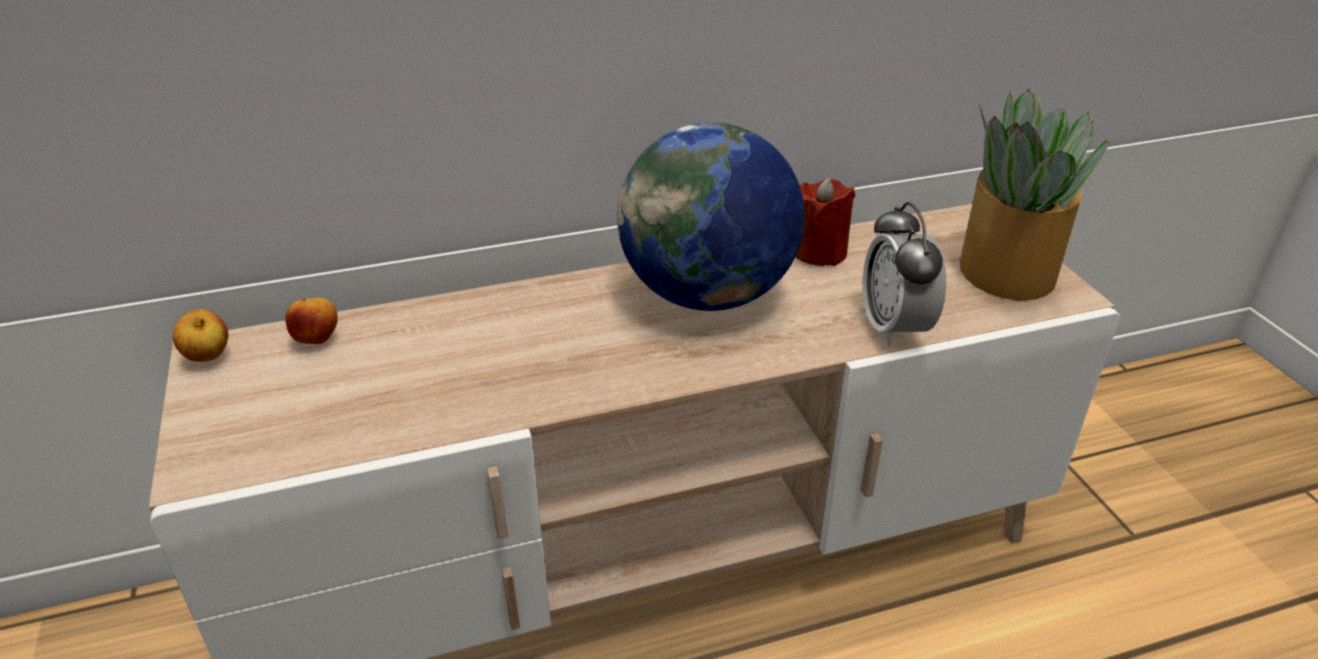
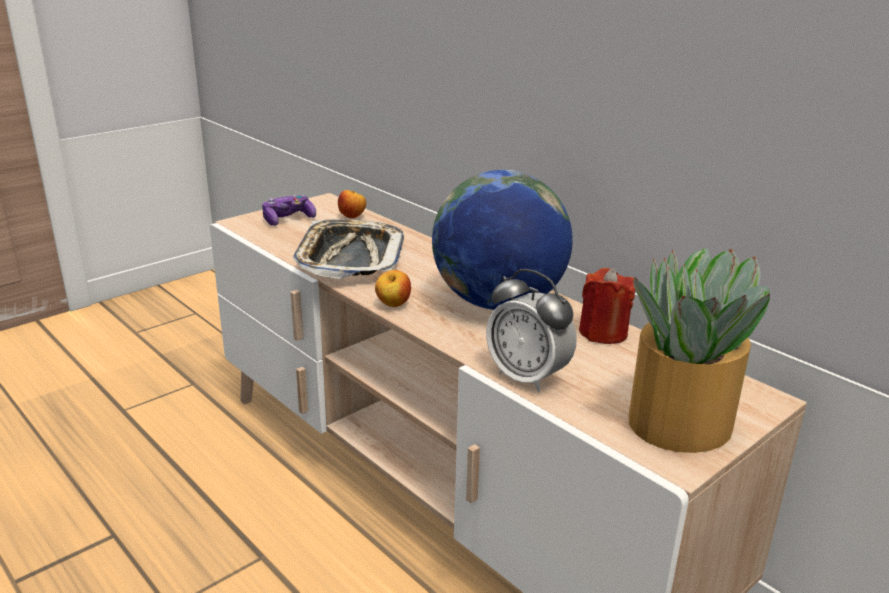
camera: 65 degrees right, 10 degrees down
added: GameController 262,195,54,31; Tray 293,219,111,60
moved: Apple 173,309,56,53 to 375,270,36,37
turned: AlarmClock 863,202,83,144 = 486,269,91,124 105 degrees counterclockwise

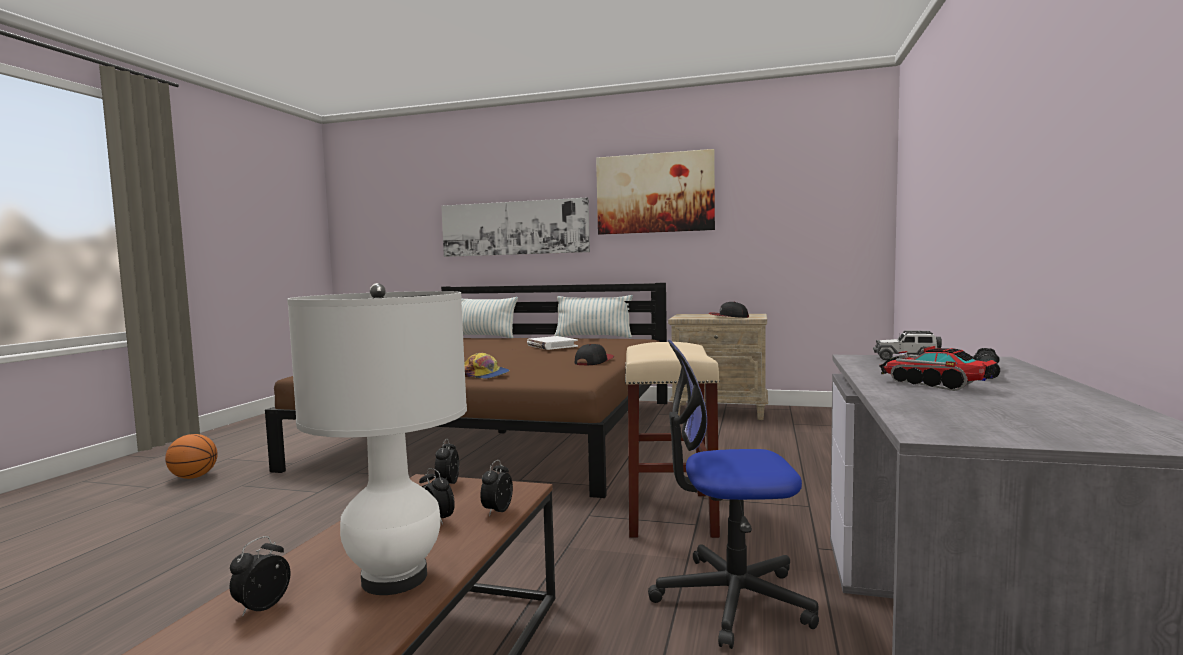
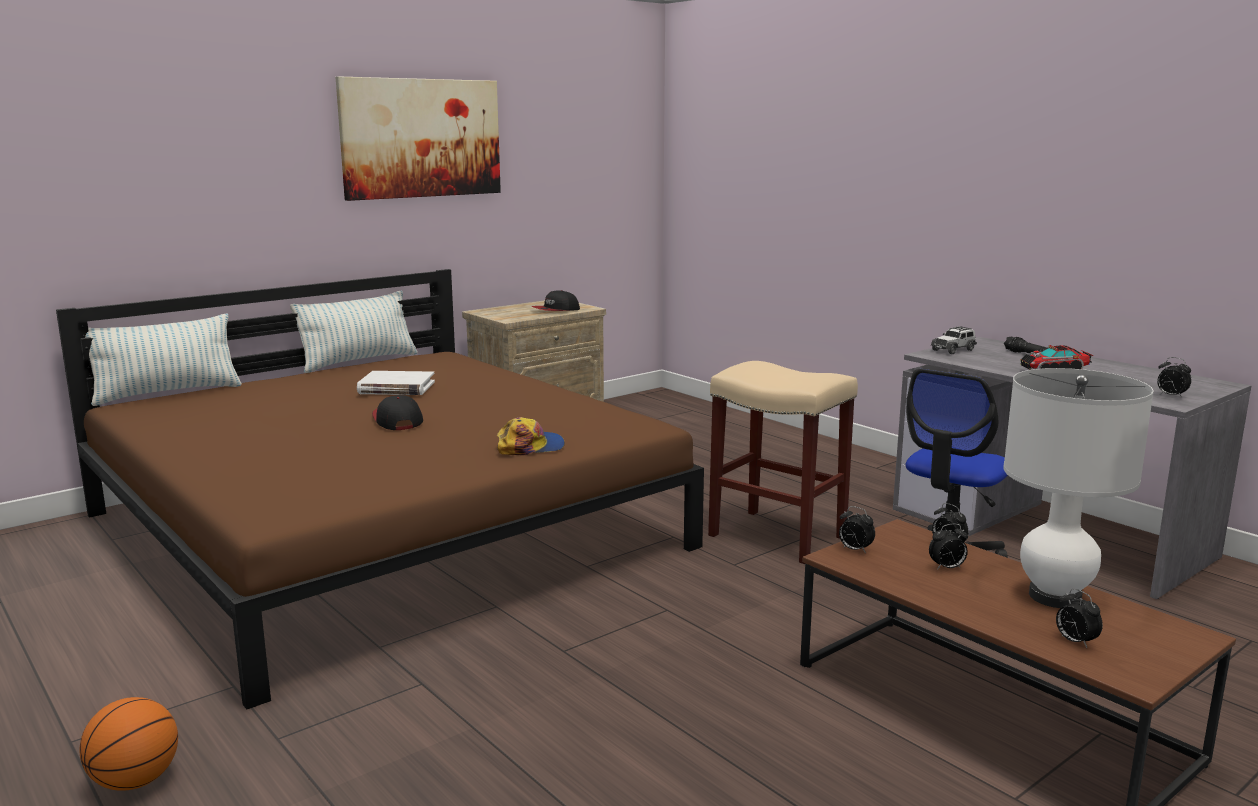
camera: 55 degrees left, 10 degrees up
removed: Picture 441,197,149,60
added: AlarmClock 1157,357,34,41
moved: Cap 575,344,39,21 to 372,395,51,35

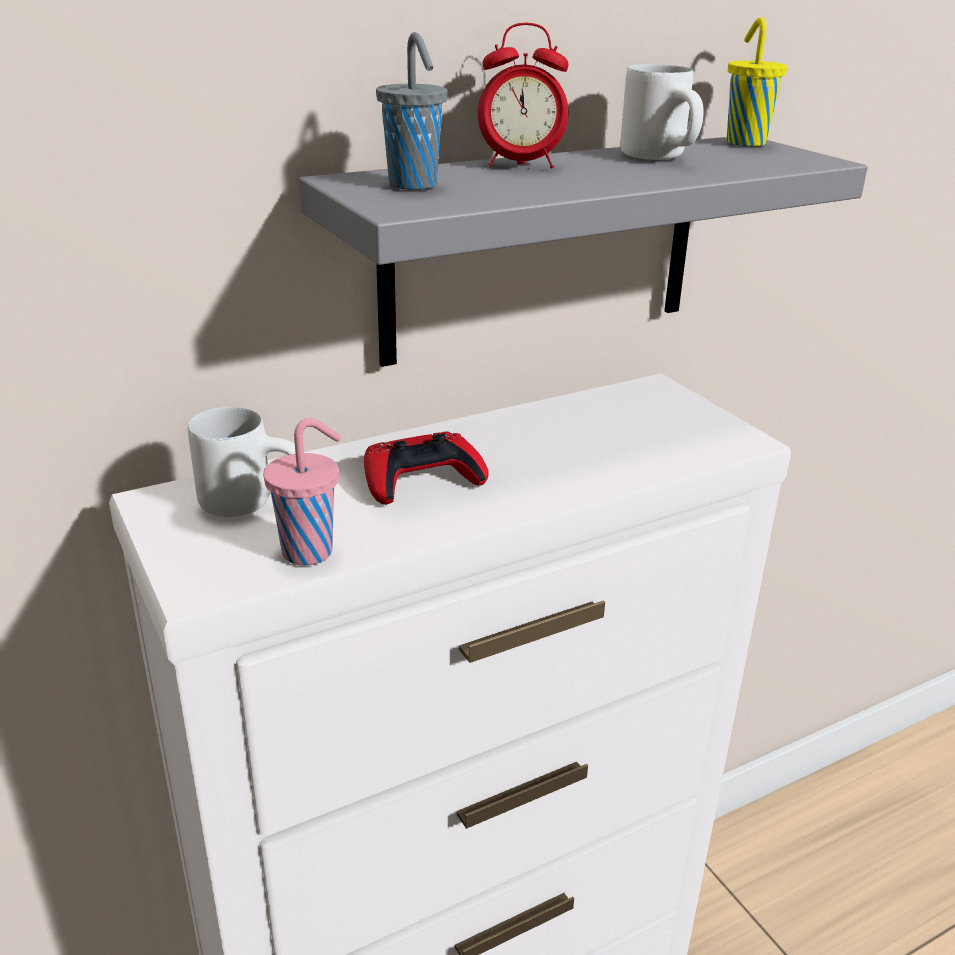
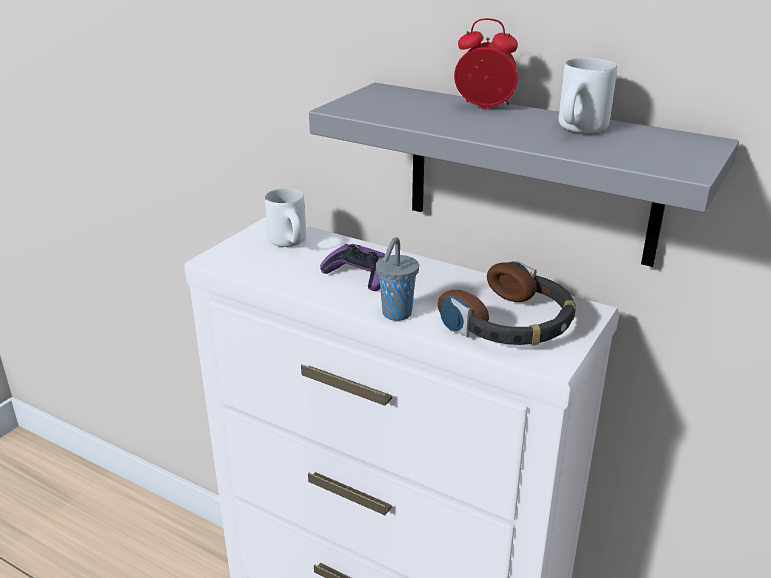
camera: 60 degrees right, 0 degrees up
removed: PinkCup 263,418,78,147; YellowCup 727,17,60,130
added: Headphones 438,261,138,85
moved: GreyCup 376,32,72,158 to 376,237,43,84
recoloured: RedGameController 364,432,125,73 to PurpleGameController 320,244,65,47
turned: AlarmClock 478,23,90,146 = 454,18,64,92 135 degrees clockwise

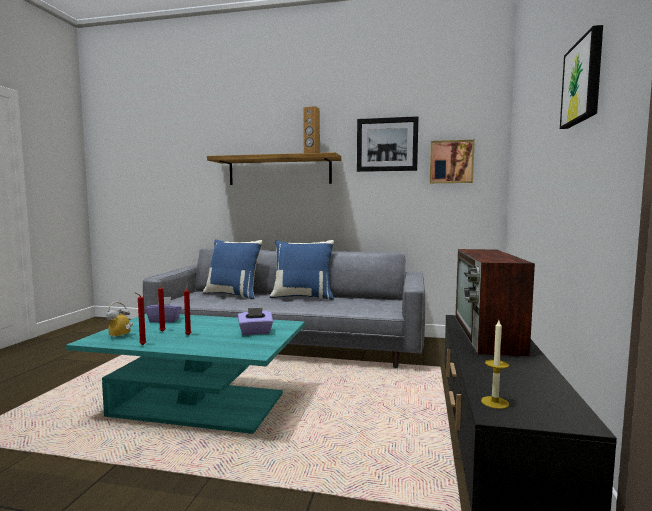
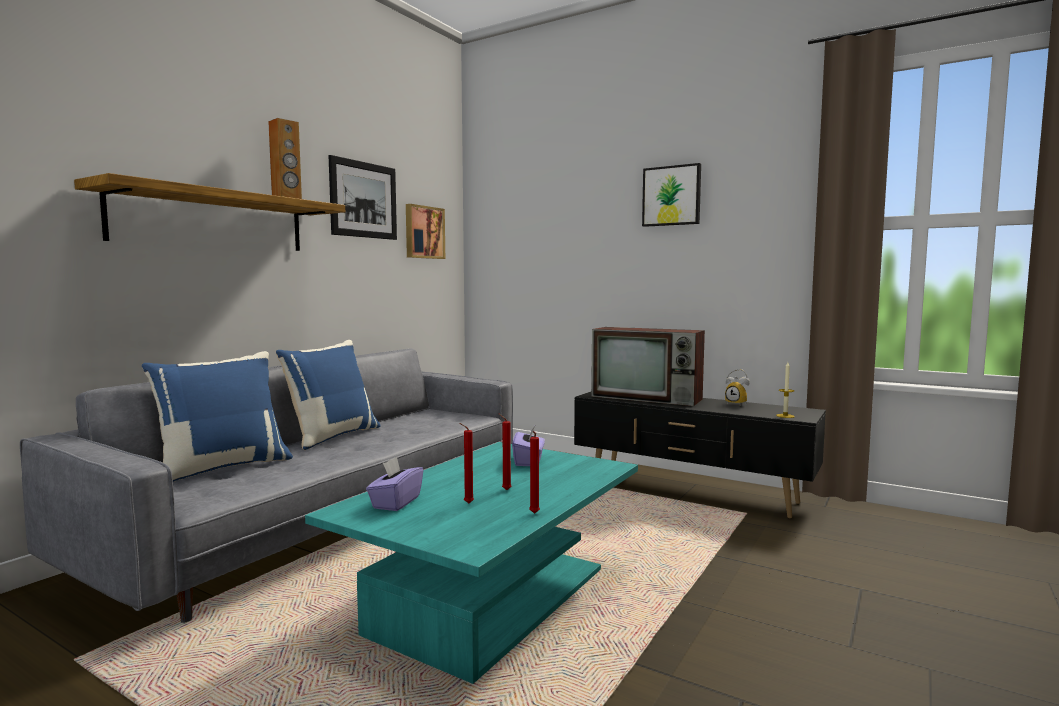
camera: 70 degrees left, 0 degrees up
moved: AlarmClock 106,302,27,38 to 725,369,25,35

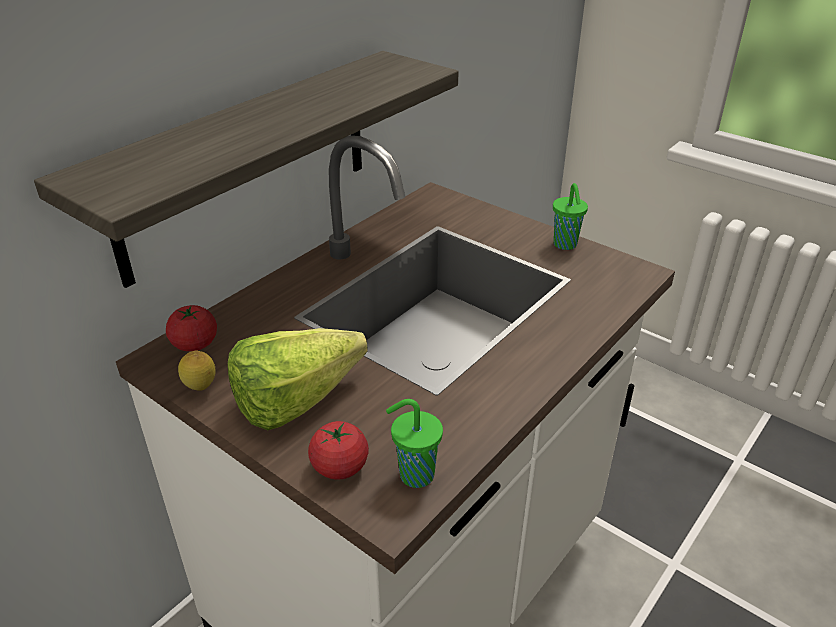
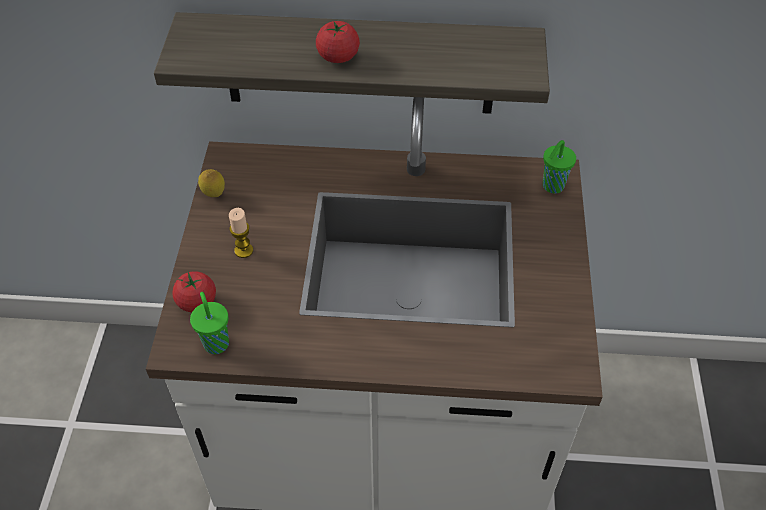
camera: 55 degrees right, 15 degrees up
moved: Tomato 166,305,51,46 to 316,21,44,42; GreenCup 553,183,35,67 to 543,140,33,53
replaced: Lettuce 228,328,140,102 to Candle 229,208,24,50

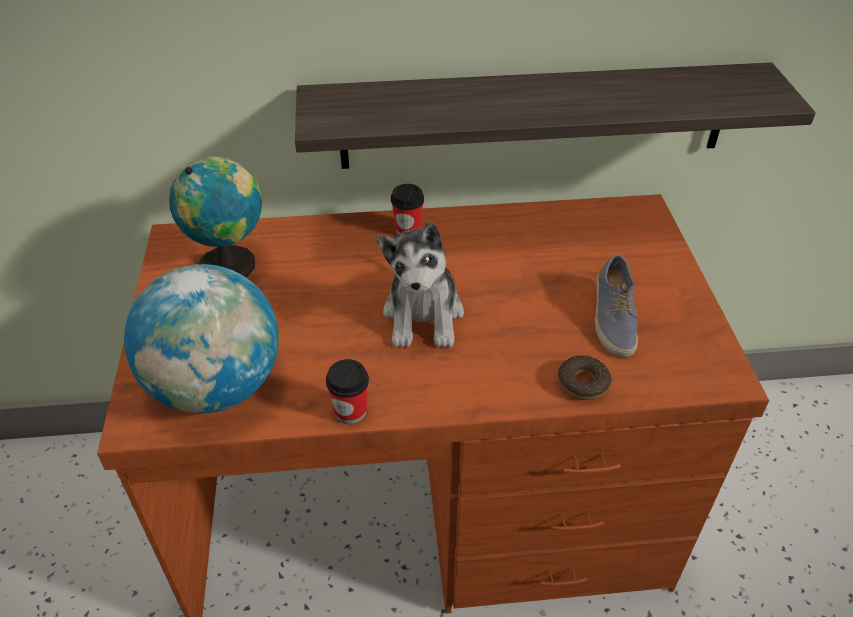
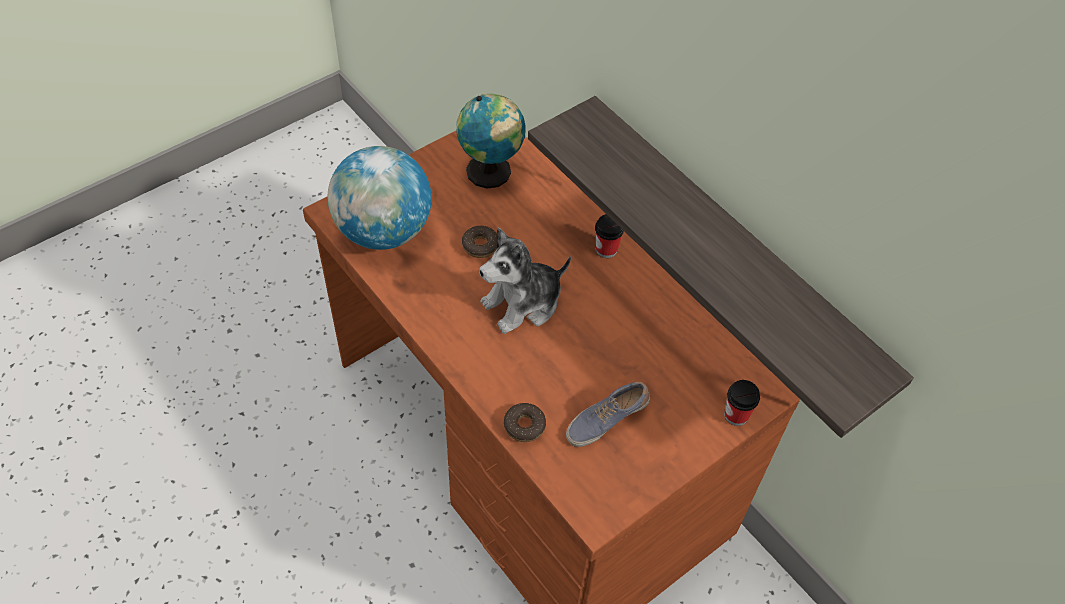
camera: 55 degrees right, 10 degrees up
added: Donut 462,226,35,32
moved: Cup 326,359,43,65 to 724,380,36,46

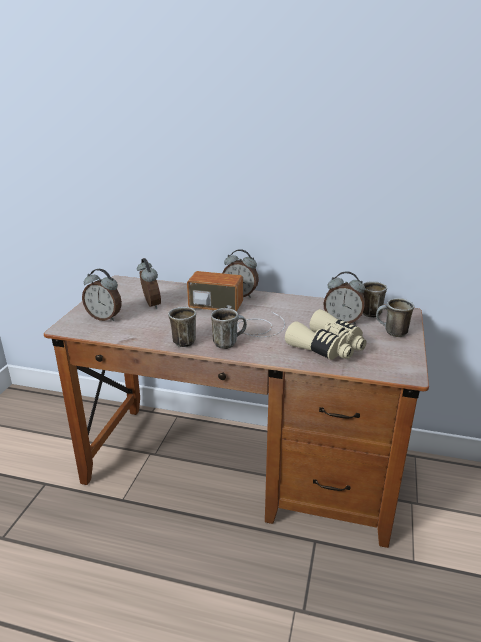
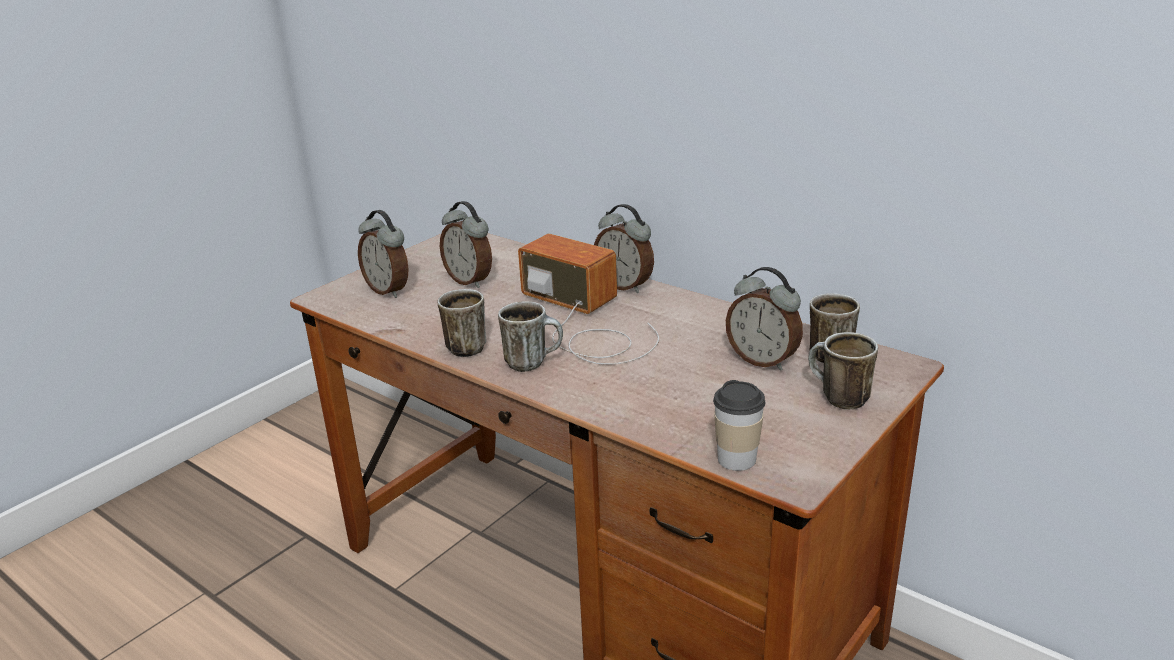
camera: 25 degrees right, 0 degrees up
removed: BeigeBinoculars 285,309,82,51
added: Cup 713,380,52,91
turned: AlarmClock 137,258,24,51 = 440,201,52,87 135 degrees clockwise

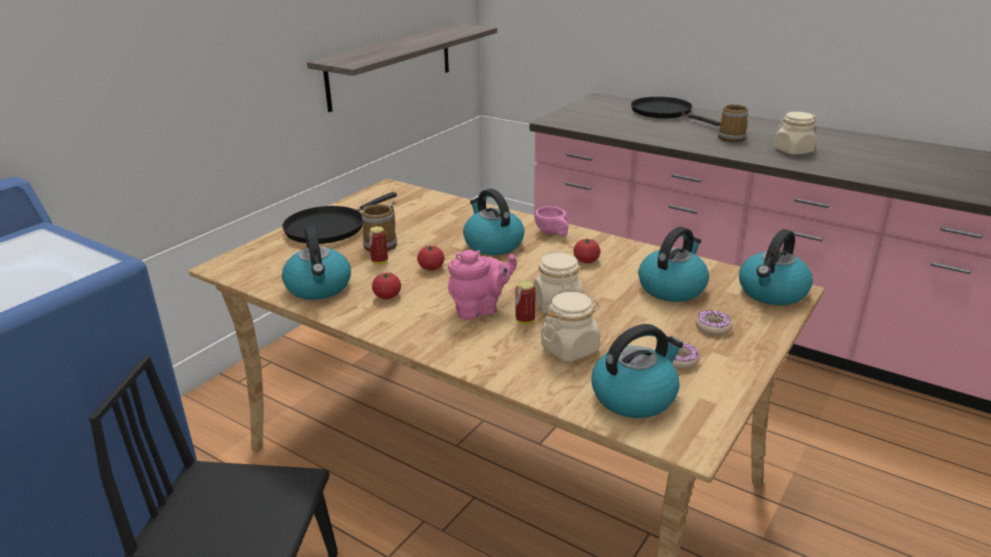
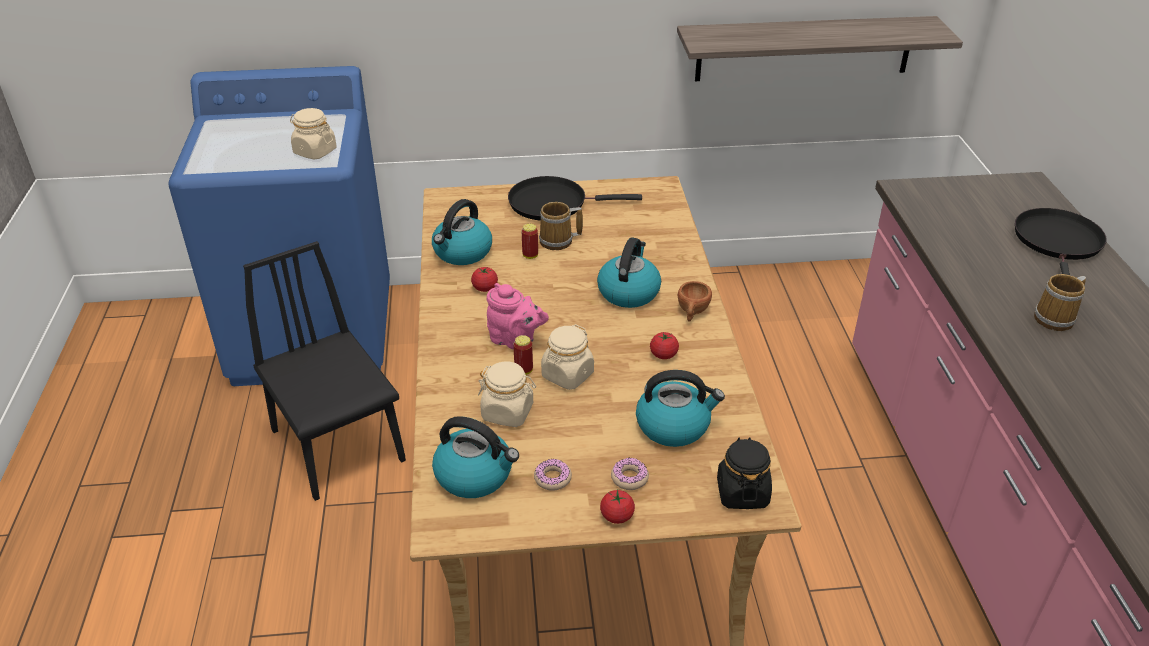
camera: 50 degrees right, 10 degrees up
moved: Tomato 417,245,28,25 to 600,490,35,34; BeigeJar 774,112,42,43 to 290,108,47,51
replaced: Kettle 739,229,74,76 to BlackJar 717,437,55,72
recoloured: PinkCup 534,206,34,30 to BrownCup 678,281,34,41

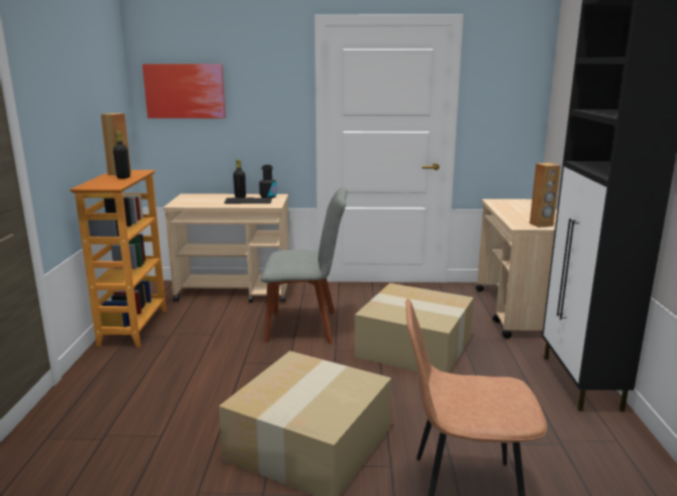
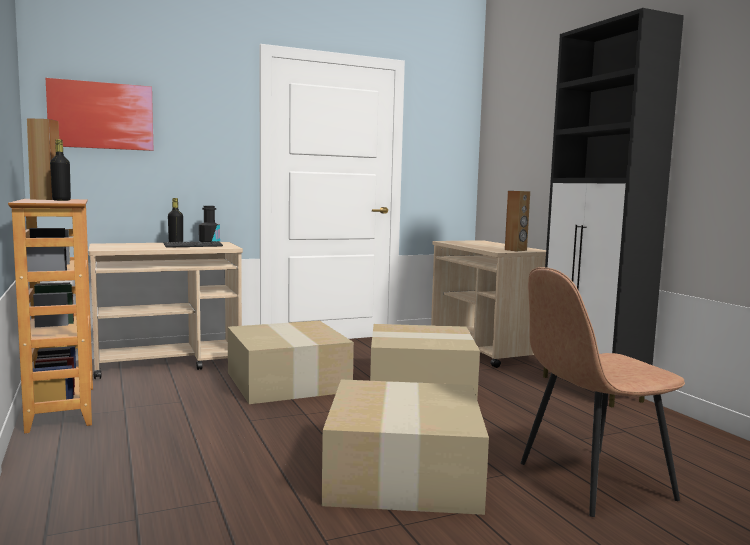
camera: 25 degrees left, 10 degrees down
replaced: GreyChair 260,187,87,157 to CardboardBox 228,321,126,83

